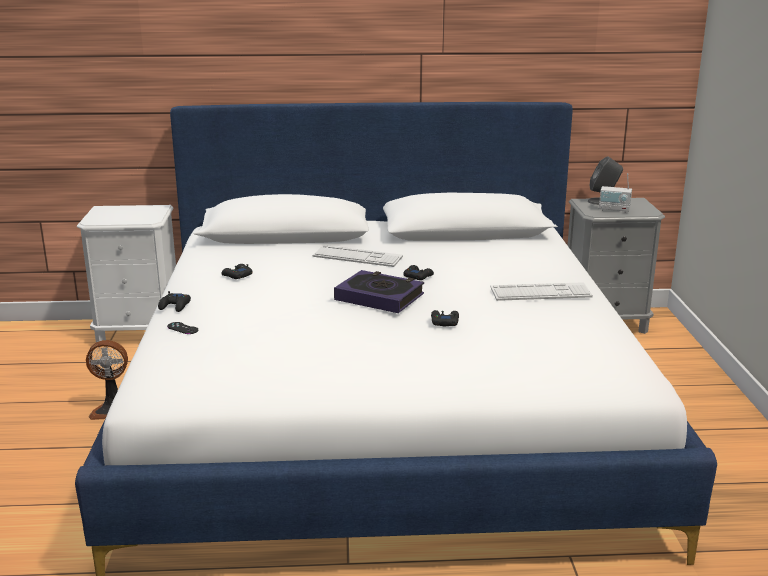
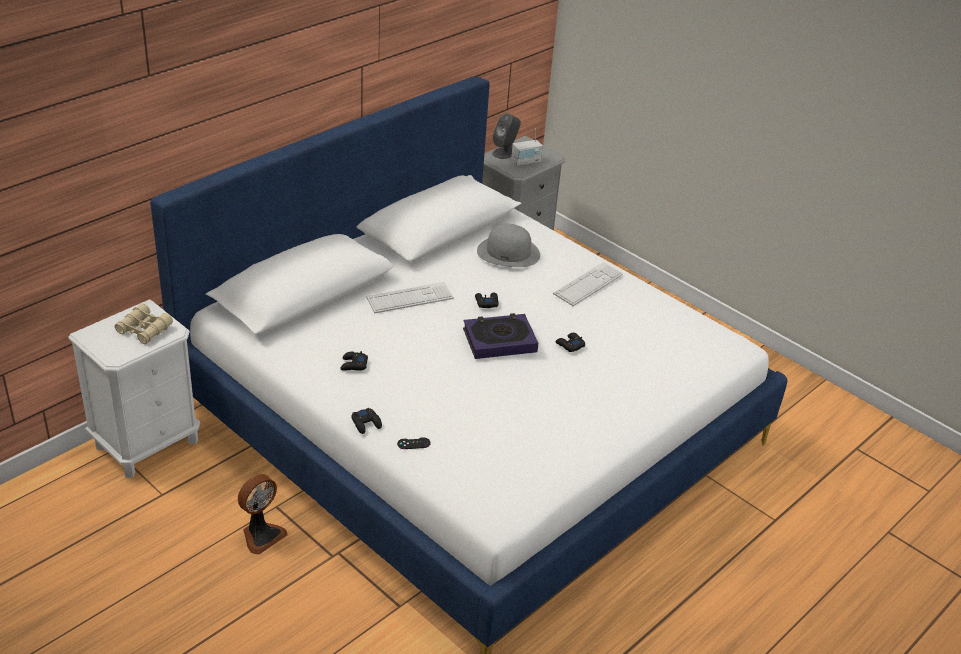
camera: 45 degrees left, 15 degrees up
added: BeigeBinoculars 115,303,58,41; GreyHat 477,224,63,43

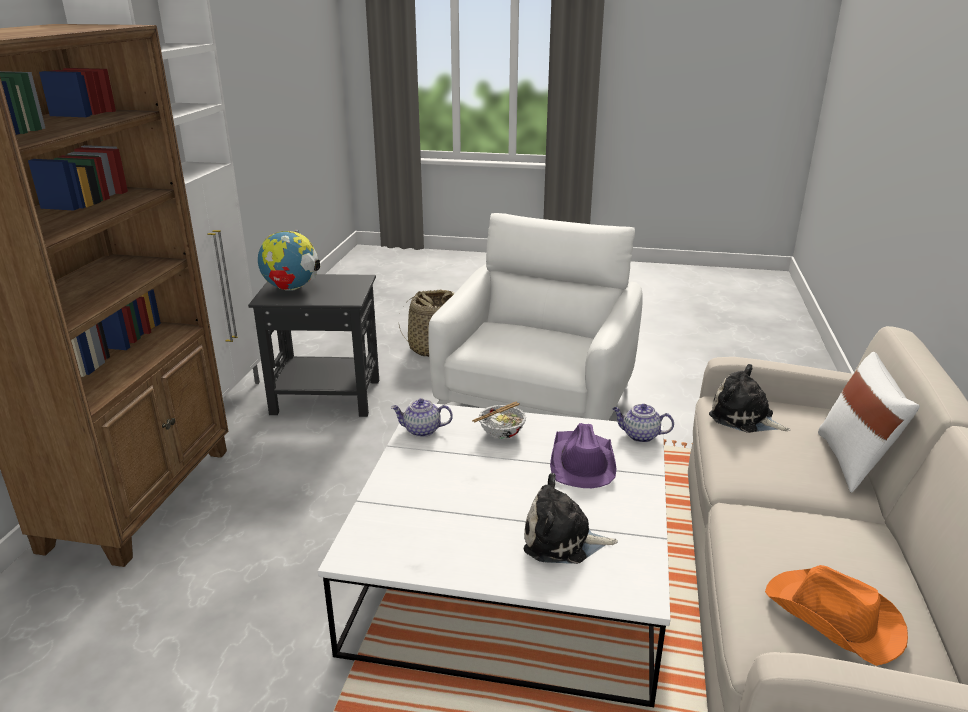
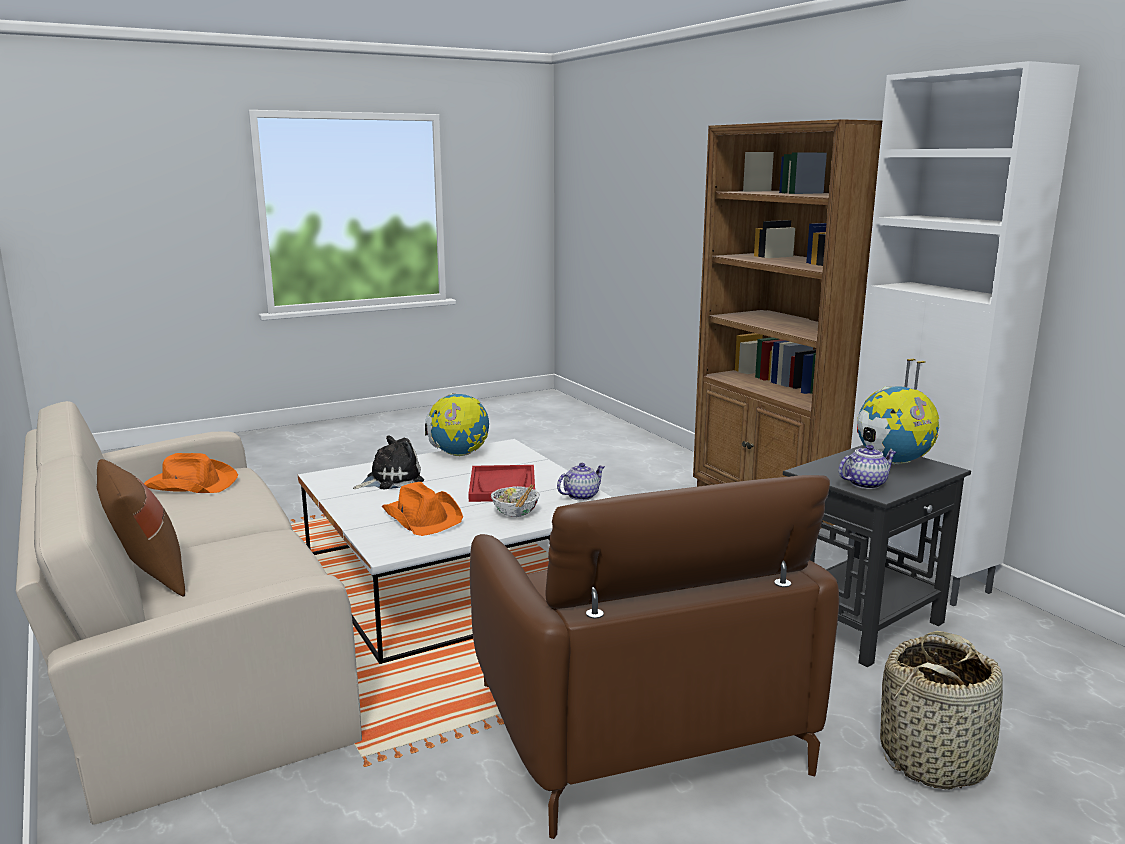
camera: 140 degrees right, 10 degrees down
removed: PlushToy 709,364,82,69
added: Globe 425,393,64,63; RedTray 468,465,67,37
moved: Teapot 612,404,62,39 to 839,445,57,44
recoloured: WhiteArmchair 428,213,215,207 to BrownArmchair 470,475,369,364; PurpleHat 550,423,67,65 to OrangeHat 382,482,81,54; WhitePillow 818,352,102,141 to BrownPillow 97,459,88,138

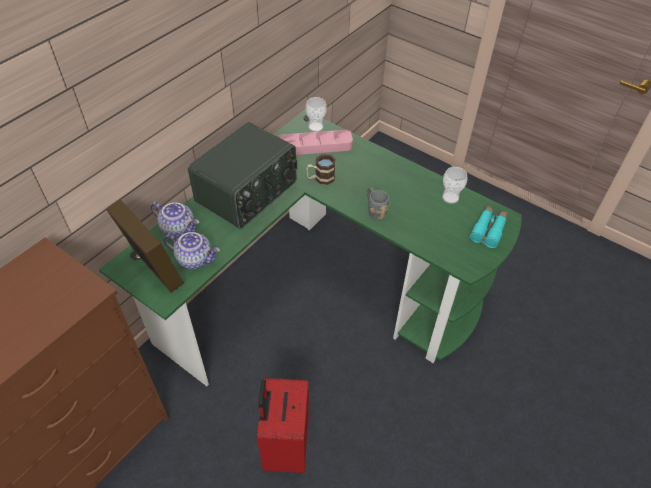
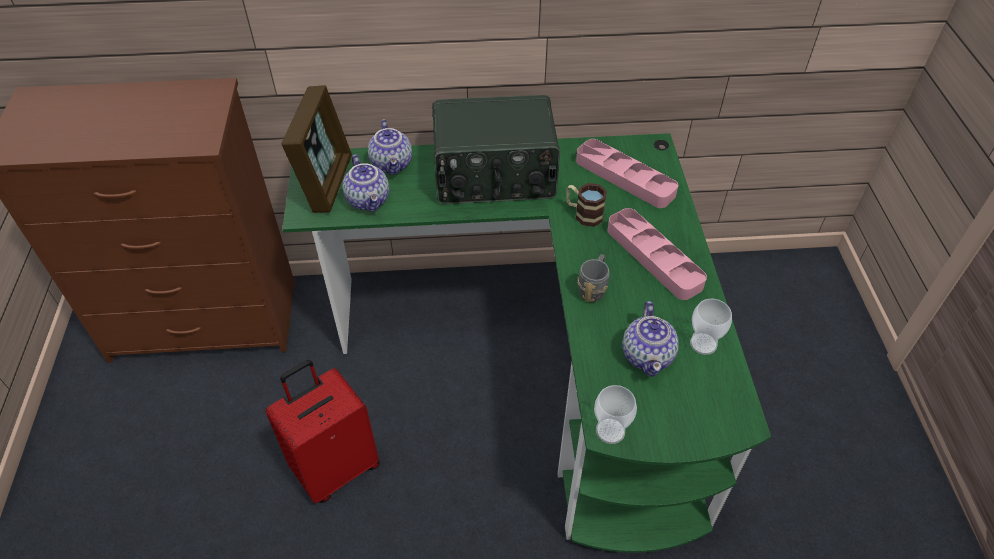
camera: 50 degrees right, 0 degrees up
removed: TurquoiseBinoculars 470,206,38,42
added: PinkTray 608,208,99,92; Teapot 622,301,57,76
moved: Cup 305,97,22,35 to 594,385,43,59

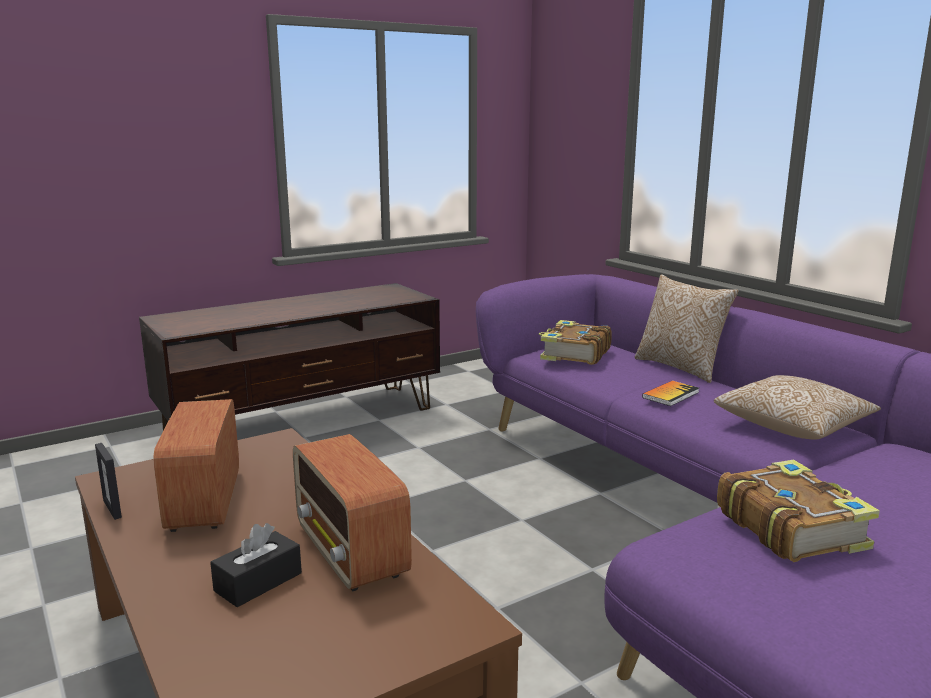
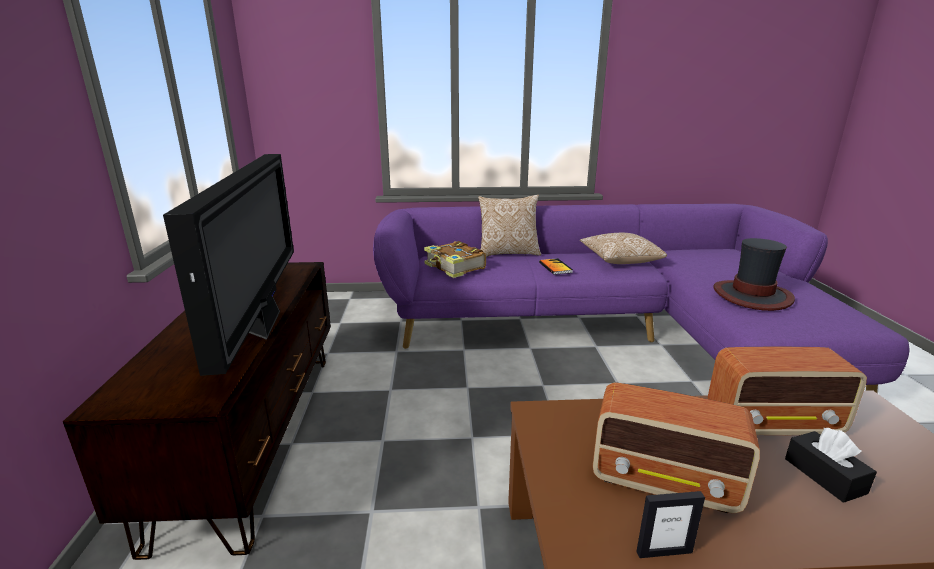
camera: 60 degrees left, 5 degrees up
added: Television 163,154,131,222
replaced: Book 717,460,163,102 to Hat 713,238,82,73

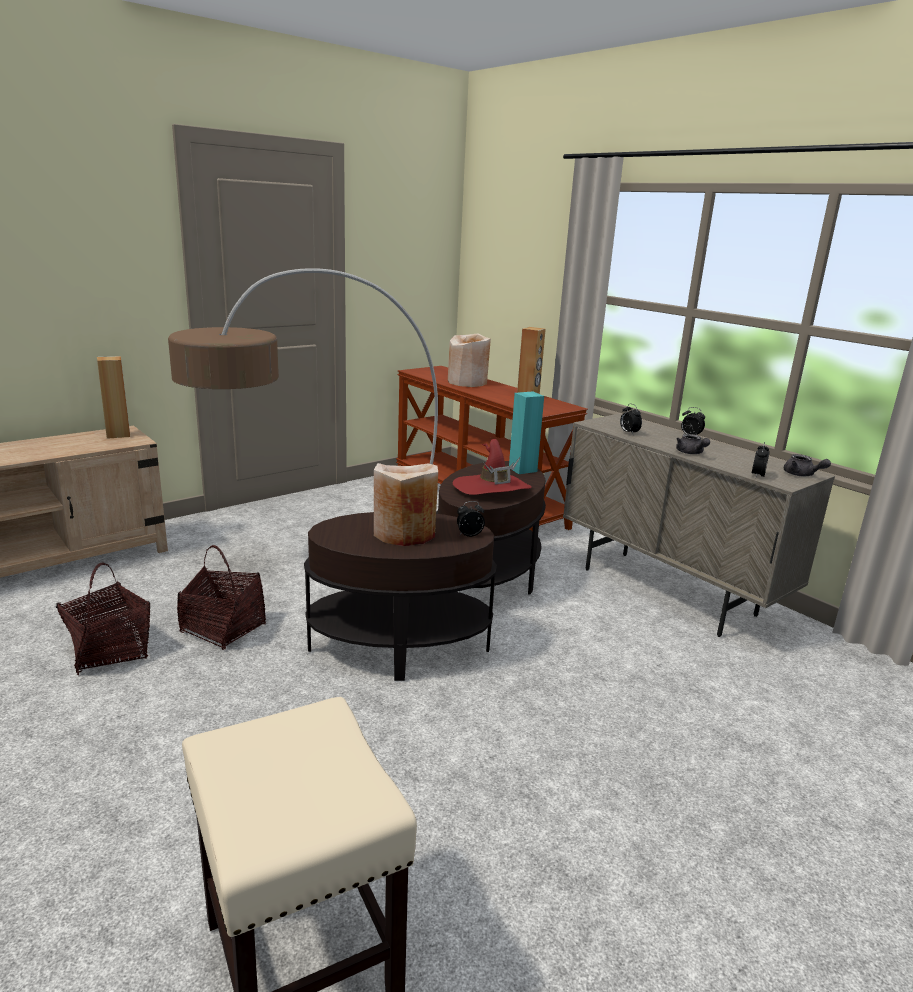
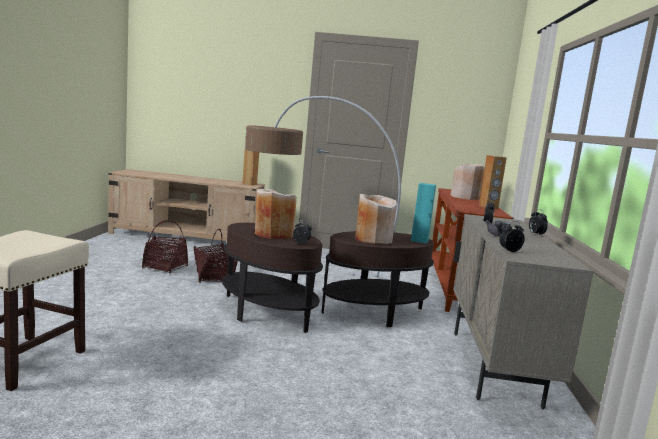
camera: 45 degrees right, 10 degrees down
removed: GreyTeapot 784,454,47,22
replaced: RedHat 453,439,79,56 to BeigeVase 355,194,42,50

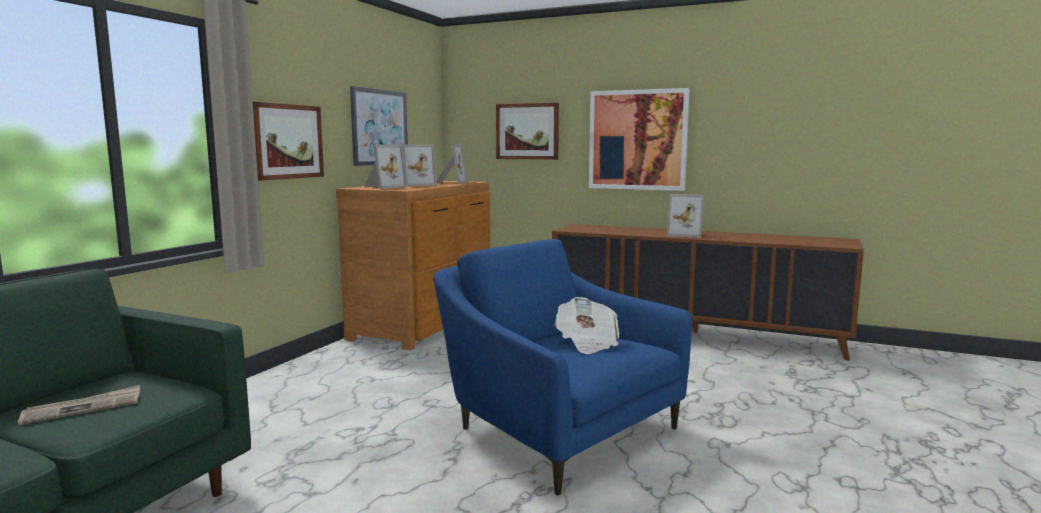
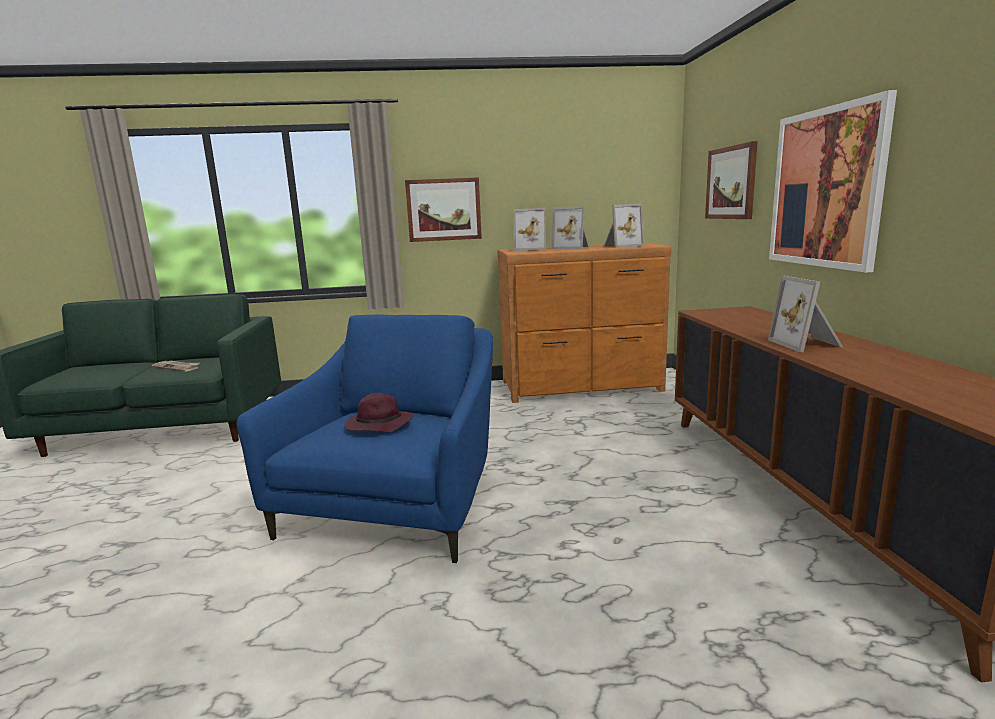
camera: 60 degrees right, 5 degrees up
removed: Picture 350,86,58,80
replaced: Newspaper 555,297,64,57 to PurpleHat 344,392,70,40

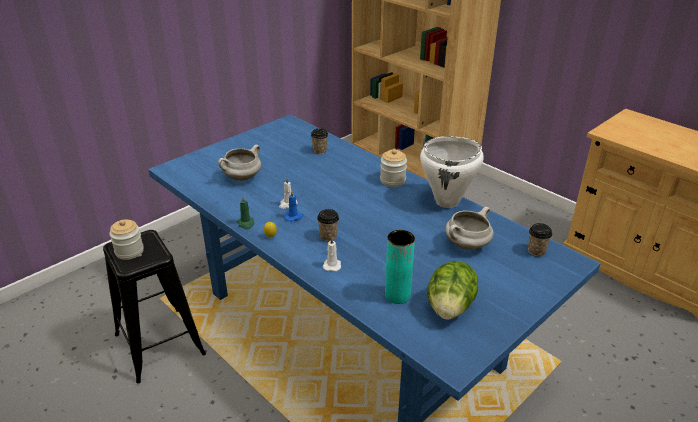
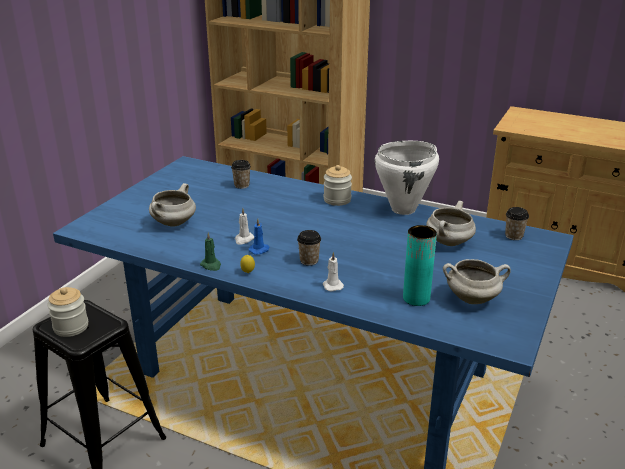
camera: 20 degrees left, 5 degrees down
replaced: Lettuce 427,261,51,59 to WhiteCookingPot 443,259,68,45

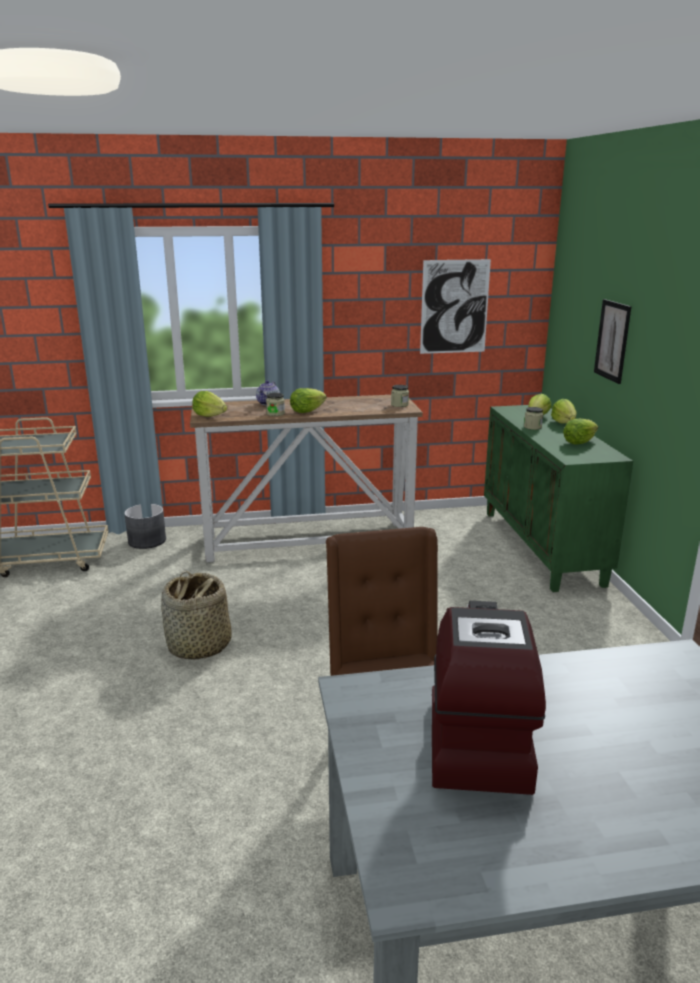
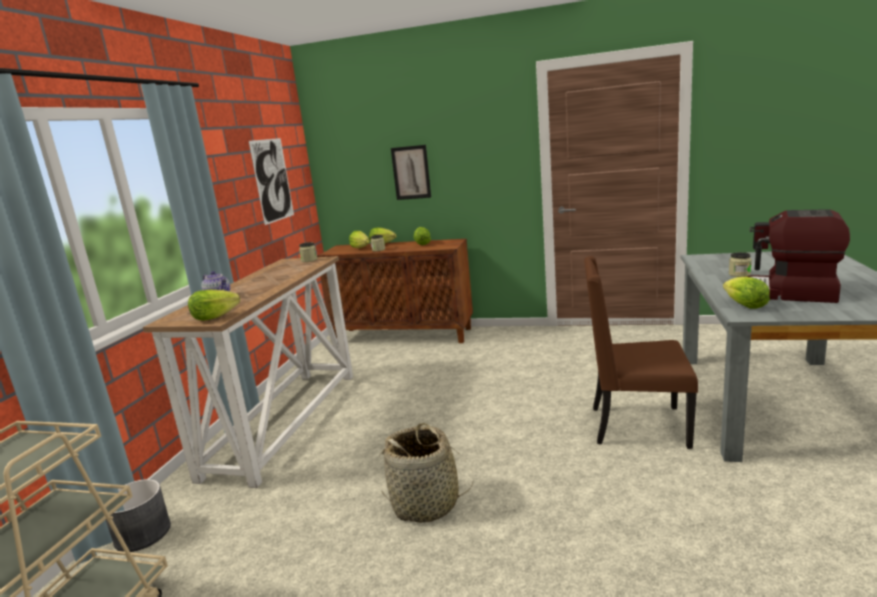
camera: 65 degrees left, 5 degrees down
moved: Jar 266,393,19,23 to 729,252,23,25; Lettuce 290,388,36,25 to 723,277,47,32
recoloured: GreenCabinet 484,405,149,187 to BrownCabinet 317,239,156,104

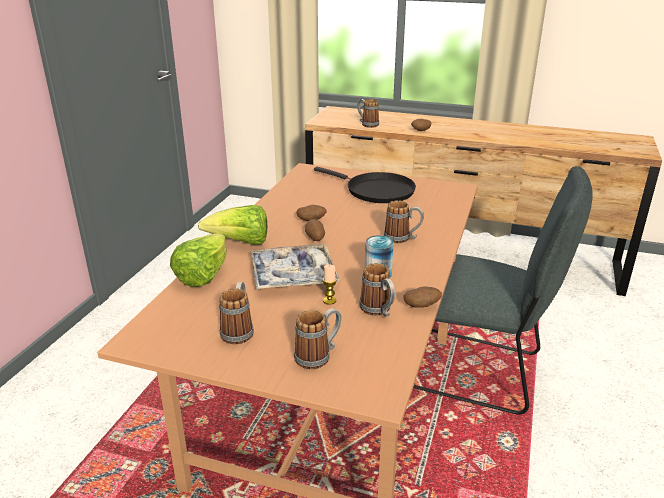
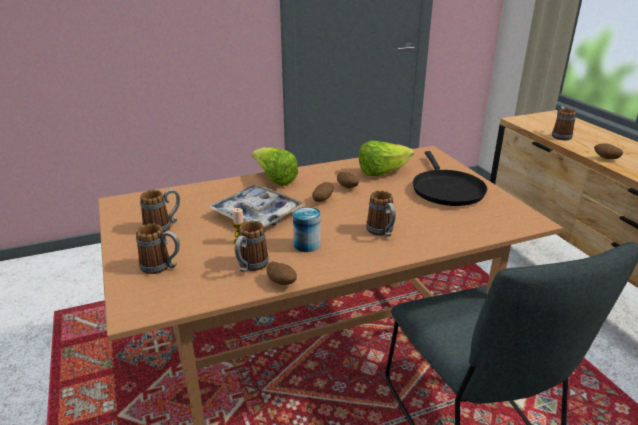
camera: 50 degrees right, 0 degrees up
moved: Lettuce 170,233,56,54 to 359,140,55,36

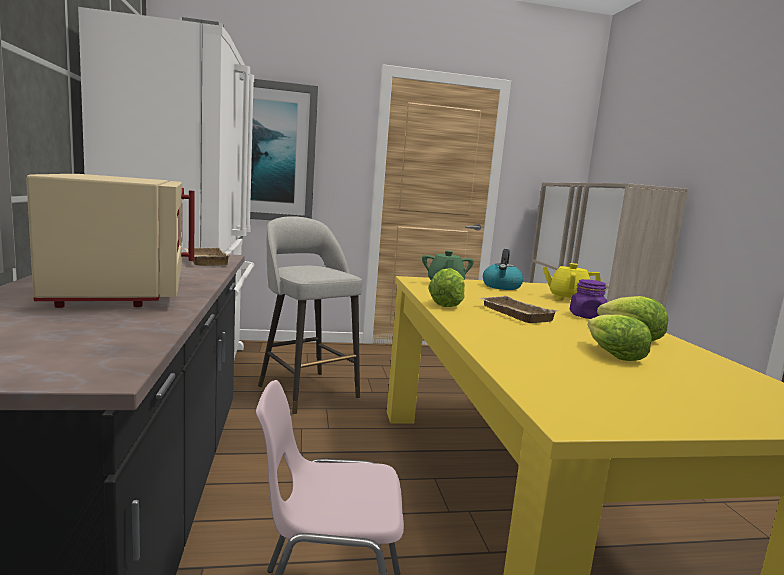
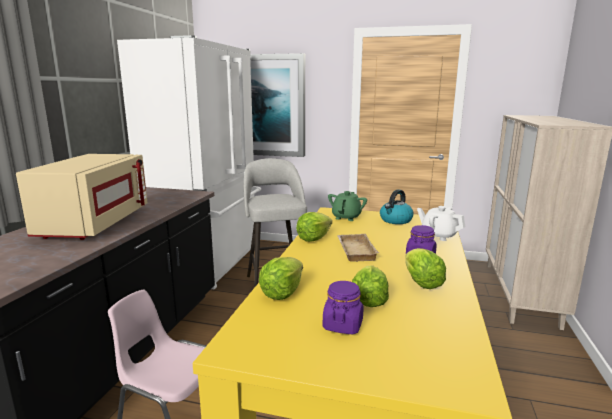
camera: 25 degrees right, 5 degrees up
removed: BeigeTray 184,247,47,19
added: Lettuce 259,257,44,43; PurpleJar 322,281,42,54
recoloured: YellowTeapot 542,263,59,37 to WhiteTeapot 417,206,48,35

